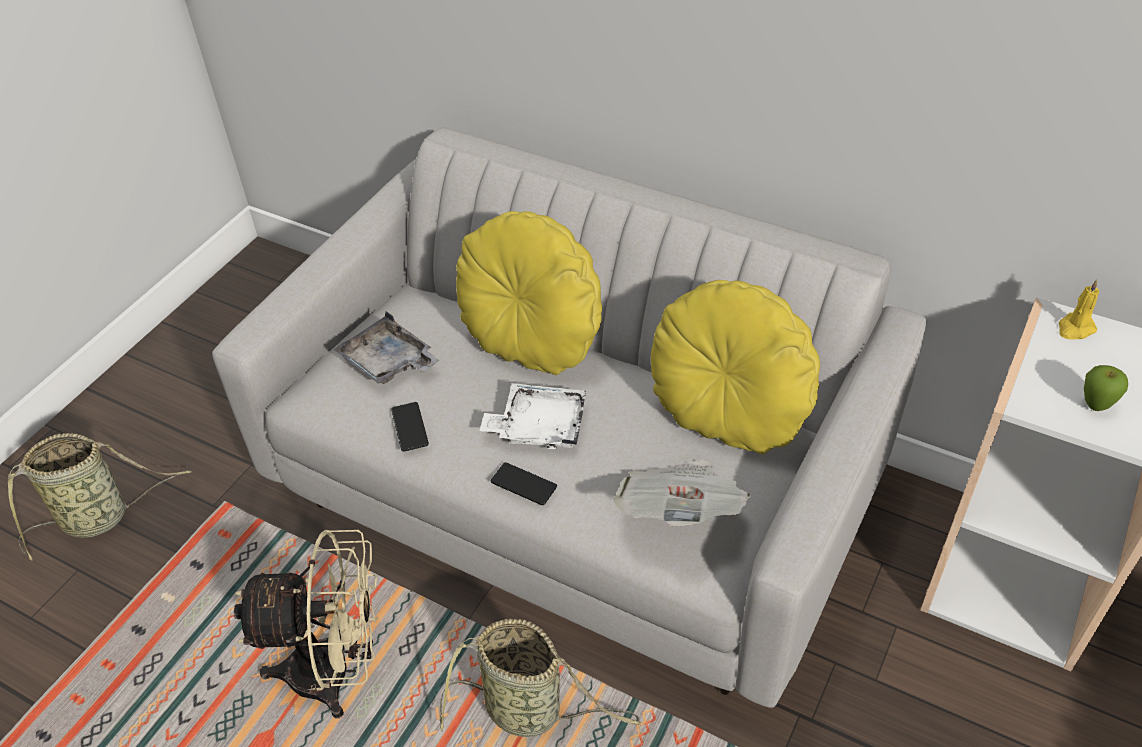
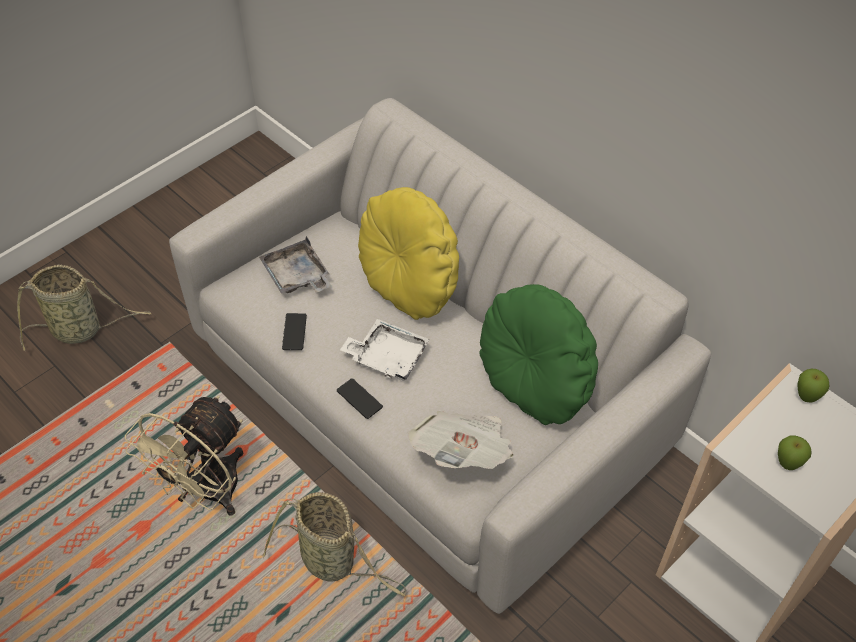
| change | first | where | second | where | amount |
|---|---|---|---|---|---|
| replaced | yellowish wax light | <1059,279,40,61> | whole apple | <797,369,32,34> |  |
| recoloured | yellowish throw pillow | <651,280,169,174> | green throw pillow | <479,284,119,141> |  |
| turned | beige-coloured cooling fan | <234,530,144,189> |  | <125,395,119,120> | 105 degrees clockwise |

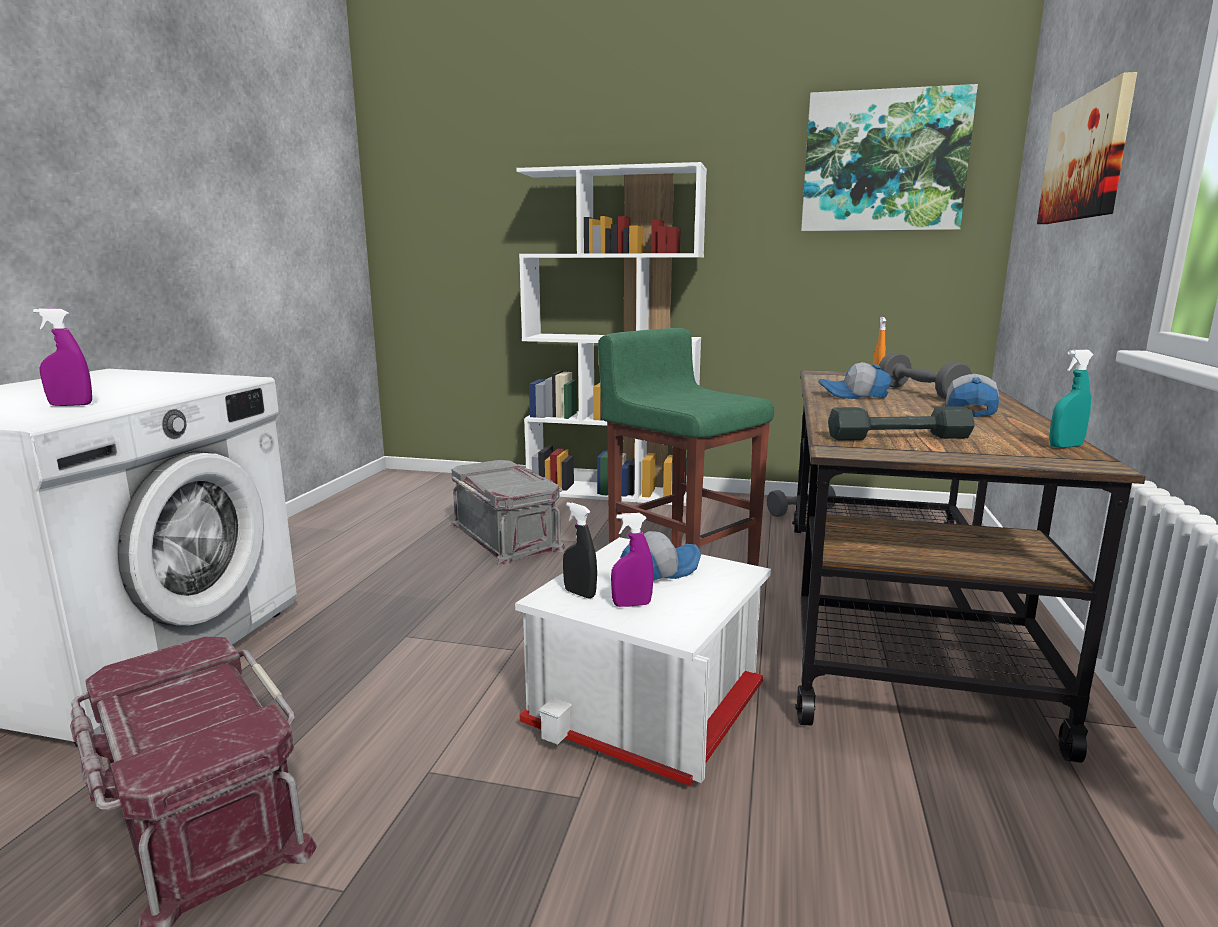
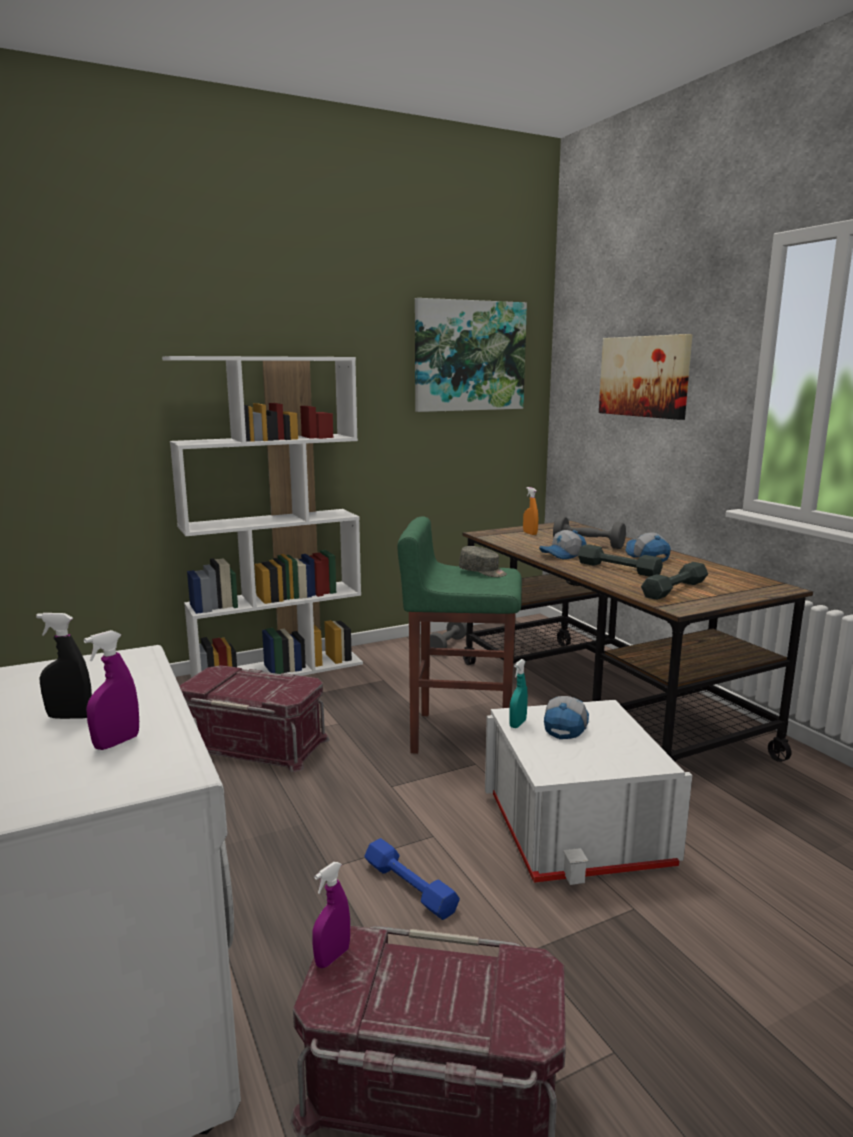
| change | first | where | second | where | amount |
|---|---|---|---|---|---|
| moved | turquoise sprayer | <1049,350,45,98> |  | <509,659,19,69> |  |
| recoloured | gray storage box | <450,460,116,105> | reddish storage box | <180,665,150,107> |  |
| moved | blackish sprayer | <563,502,34,97> |  | <36,613,56,106> |  |
| moved | purplish sprayer | <611,513,43,94> |  | <312,862,38,106> |  |
| added |  |  | gray free weight | <578,544,85,33> |  |
| added |  |  | gray baseball cap | <459,546,48,31> |  |
| added |  |  | bluish free weight | <364,838,96,82> |  |

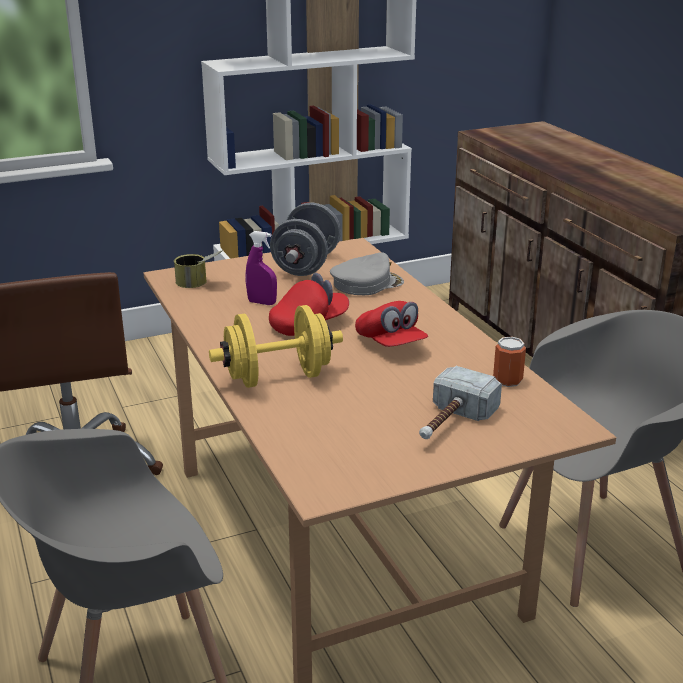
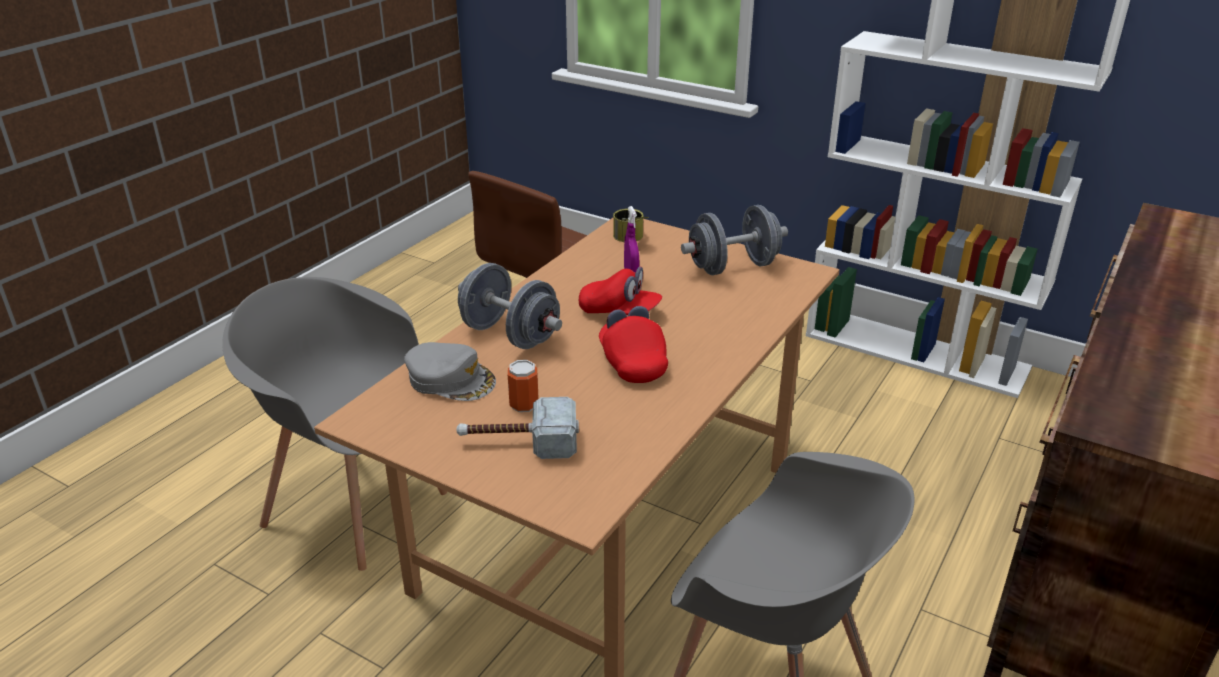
| change | first | where | second | where | amount |
|---|---|---|---|---|---|
| moved | gray baseball cap | <330,252,74,43> |  | <404,342,92,59> |  |
| turned | reddish baseball cap | <355,301,73,46> |  | <599,306,69,77> | 135 degrees clockwise |
| recoloured | yellowish free weight | <209,305,134,83> | gray free weight | <458,263,104,86> |  |
| moved | metal can | <493,336,33,51> |  | <508,360,31,52> |  |

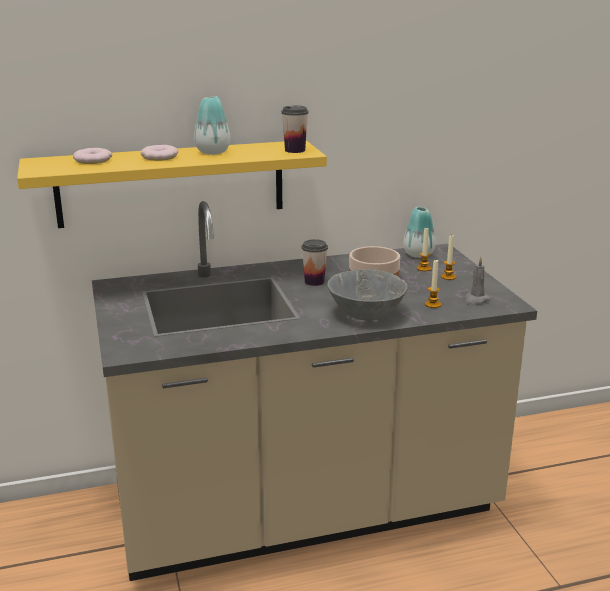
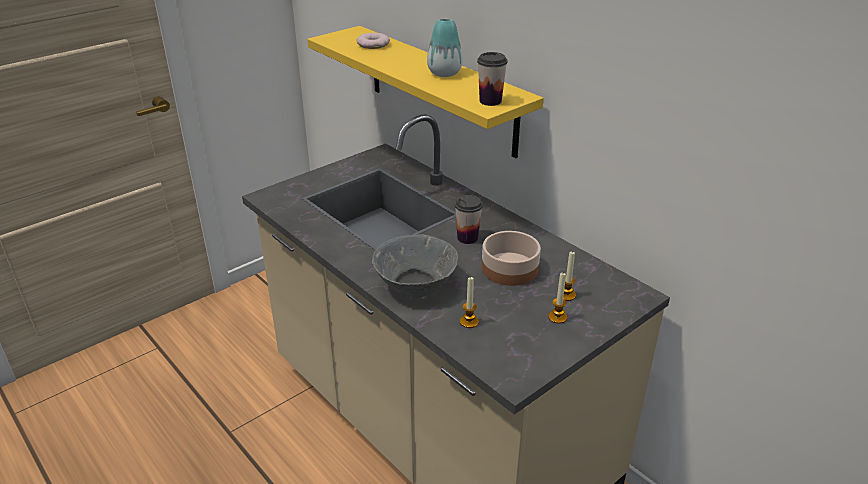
| change | first | where | second | where | amount |
|---|---|---|---|---|---|
| removed | ring doughnut | <141,145,37,16> |  |  |  |
| removed | decorative vase | <404,207,32,51> |  |  |  |
| removed | gray wax light | <464,257,26,48> |  |  |  |

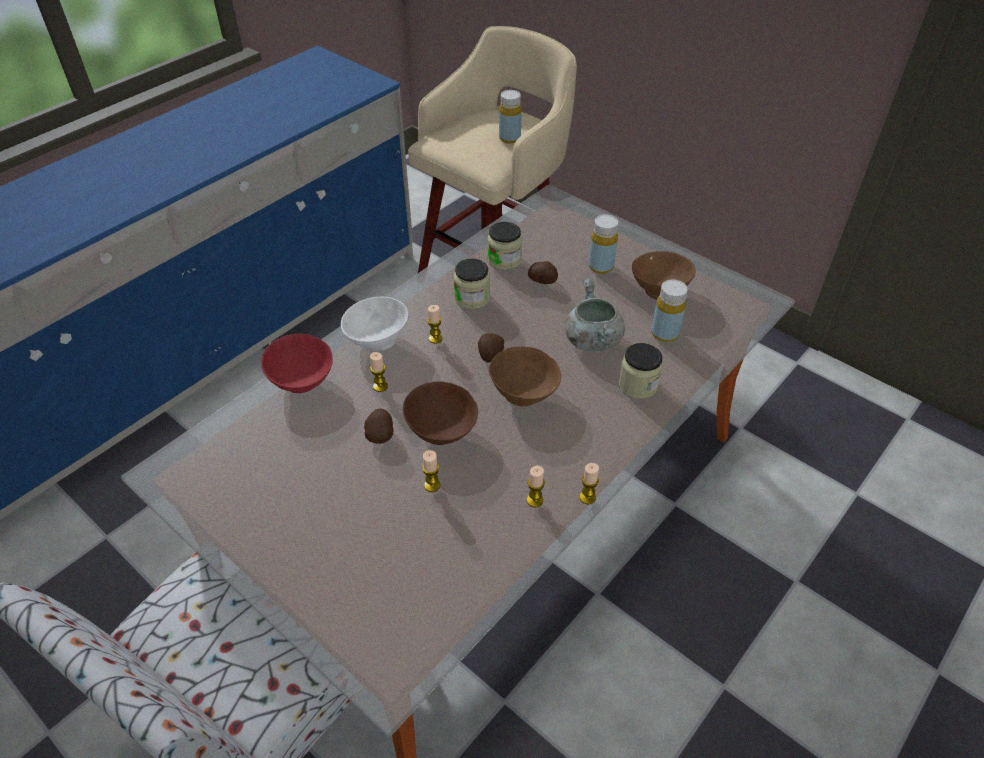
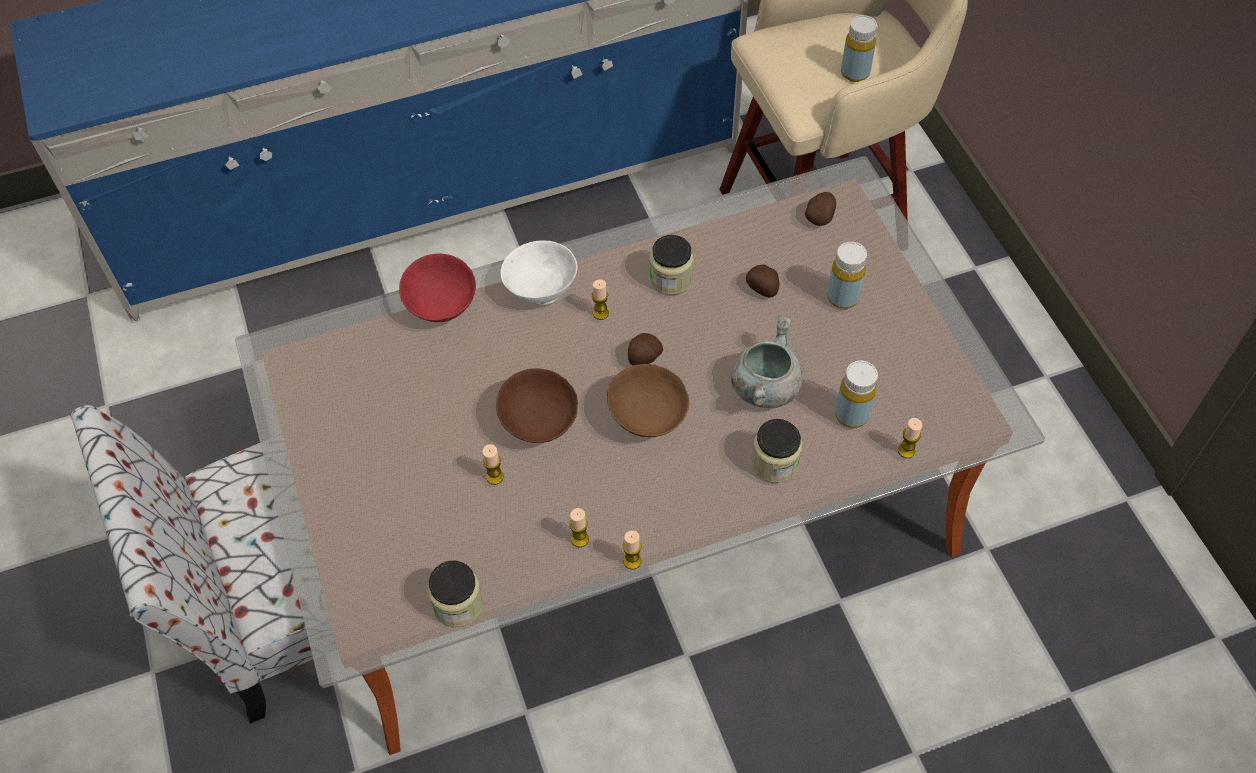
| change | first | where | second | where | amount |
|---|---|---|---|---|---|
| moved | jar | <487,222,35,48> |  | <428,561,55,66> |  |
| removed | brown-coloured bowl | <632,251,64,49> |  |  |  |
| moved | wax light | <370,352,18,40> |  | <898,418,24,40> |  |
| moved | potato | <364,408,29,36> |  | <805,192,31,34> |  |

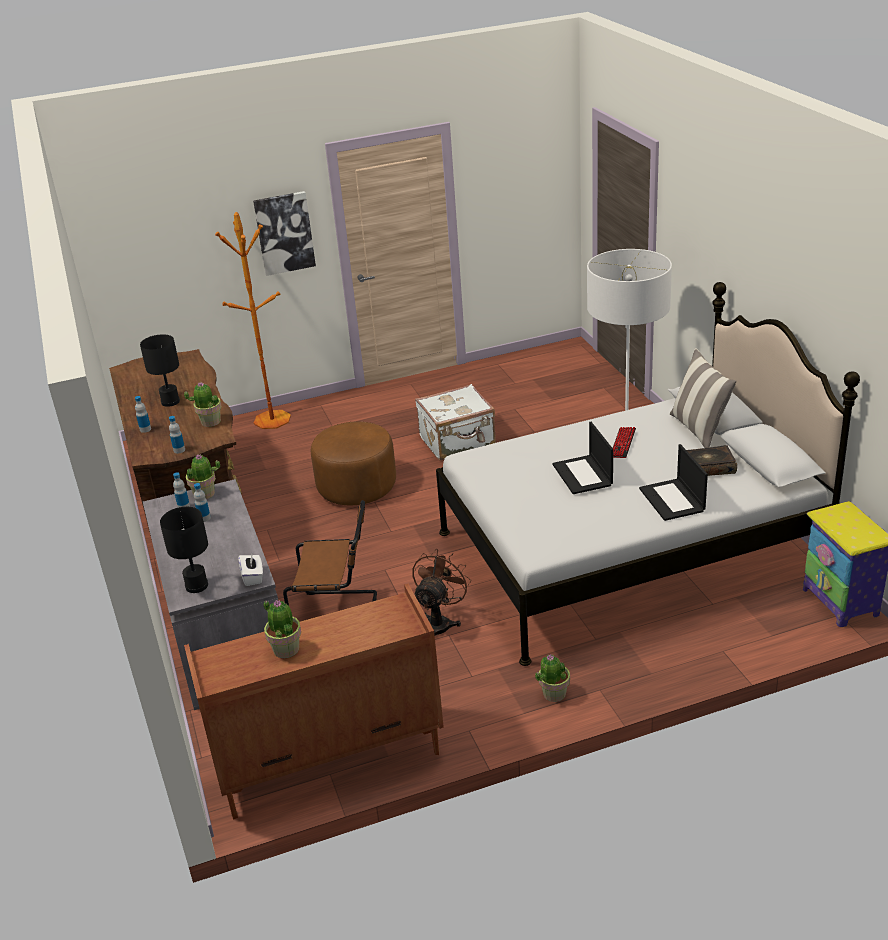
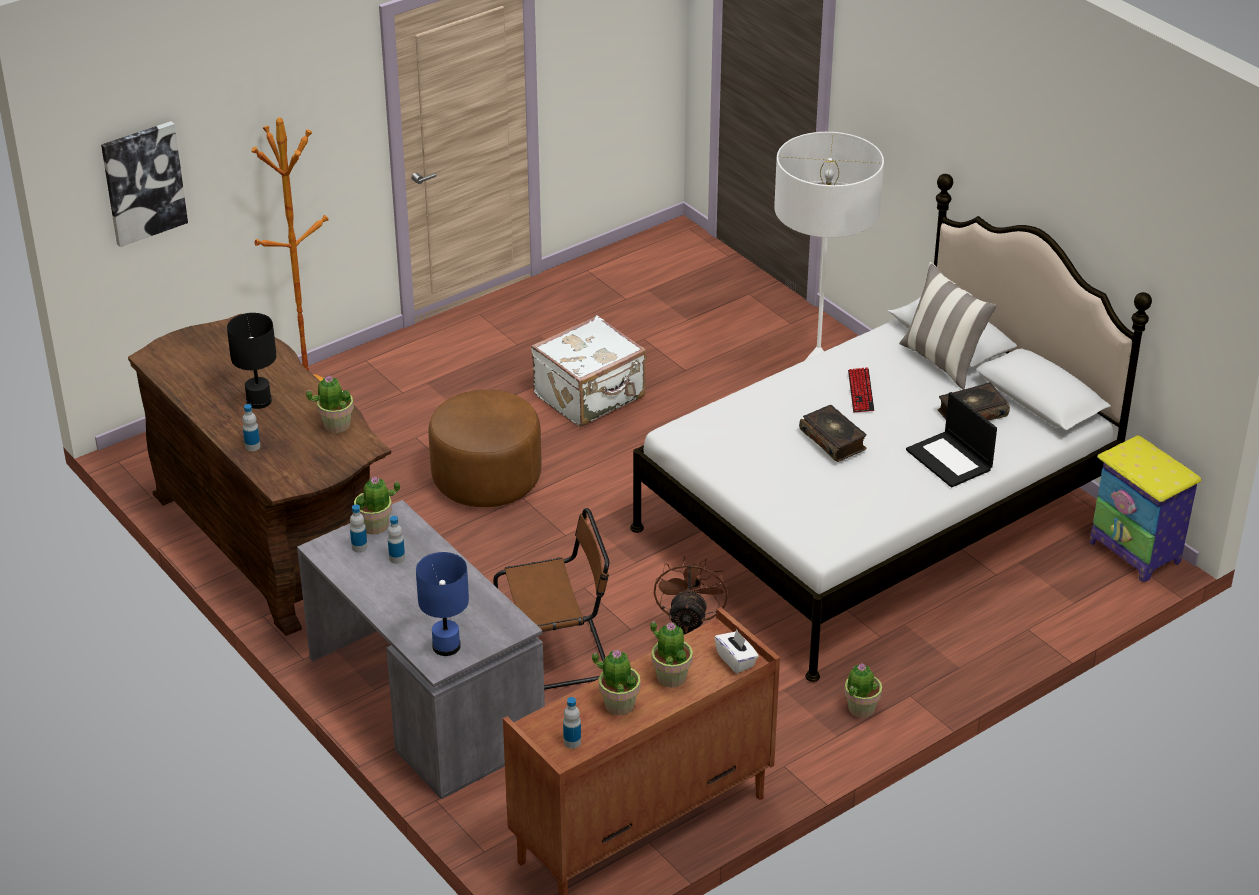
| change | first | where | second | where | amount |
|---|---|---|---|---|---|
| moved | wall picture | <253,191,63,85> |  | <101,121,87,126> |  |
| moved | drink bottle | <169,416,16,38> |  | <563,697,18,52> |  |
| replaced | laptop | <552,422,61,72> | book | <799,405,67,57> |  |
| recoloured | blackish tabletop lamp | <160,507,48,86> | bluish tabletop lamp | <416,552,53,104> |  |
| moved | whitish tissue box | <238,555,25,31> |  | <715,629,44,44> |  |
| added |  |  | houseplant | <650,621,43,67> |  |

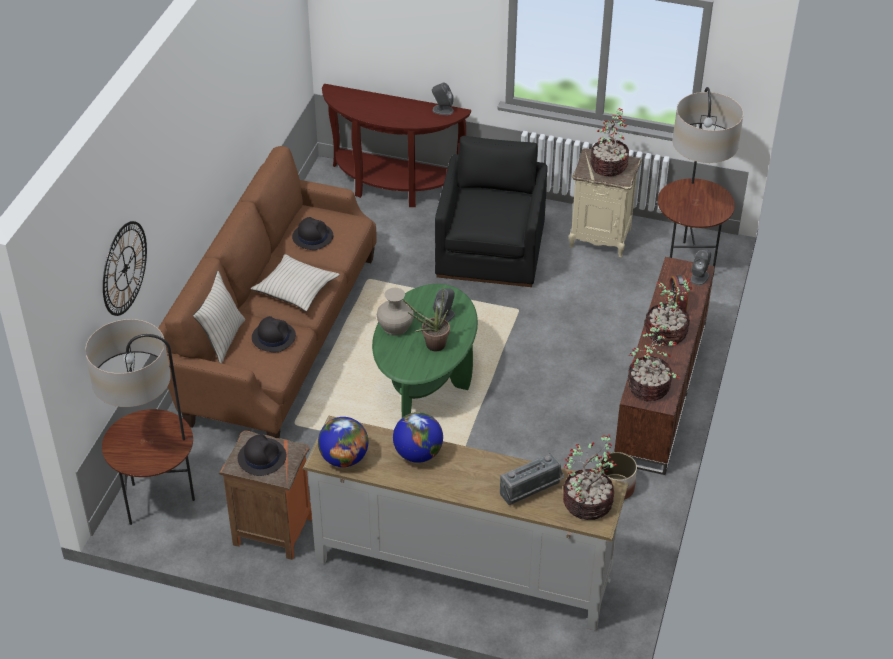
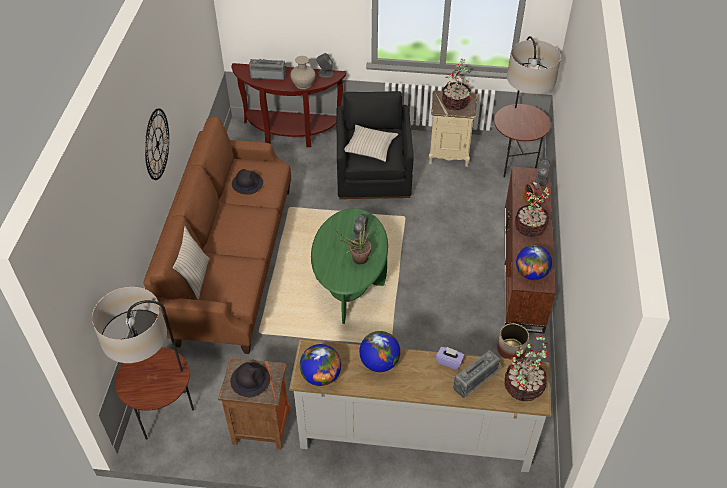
| change | first | where | second | where | amount |
|---|---|---|---|---|---|
| moved | clock on the wall | <103,221,44,95> |  | <145,108,24,72> |  |
| moved | beige-coloured throw pillow | <251,254,89,57> |  | <344,125,54,37> |  |
| moved | beige-coloured decorative vase | <377,288,37,47> |  | <290,56,25,33> |  |
| removed | blackish hat | <252,316,44,36> |  |  |  |
| replaced | houseplant | <628,324,51,77> | desk globe | <516,245,36,35> |  |
| added |  |  | radio | <249,59,38,21> |  |
| added |  |  | purplish tissue box | <436,347,29,23> |  |

